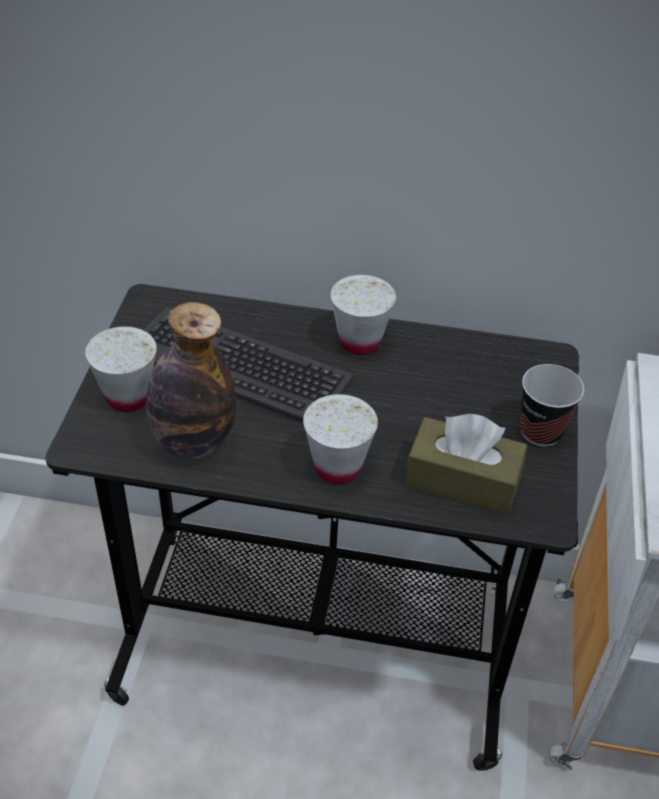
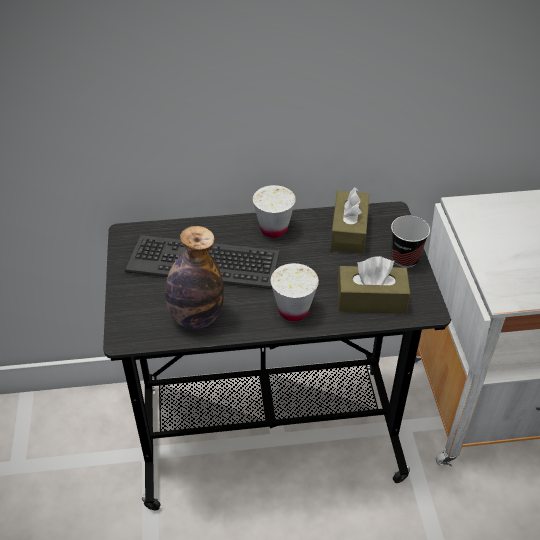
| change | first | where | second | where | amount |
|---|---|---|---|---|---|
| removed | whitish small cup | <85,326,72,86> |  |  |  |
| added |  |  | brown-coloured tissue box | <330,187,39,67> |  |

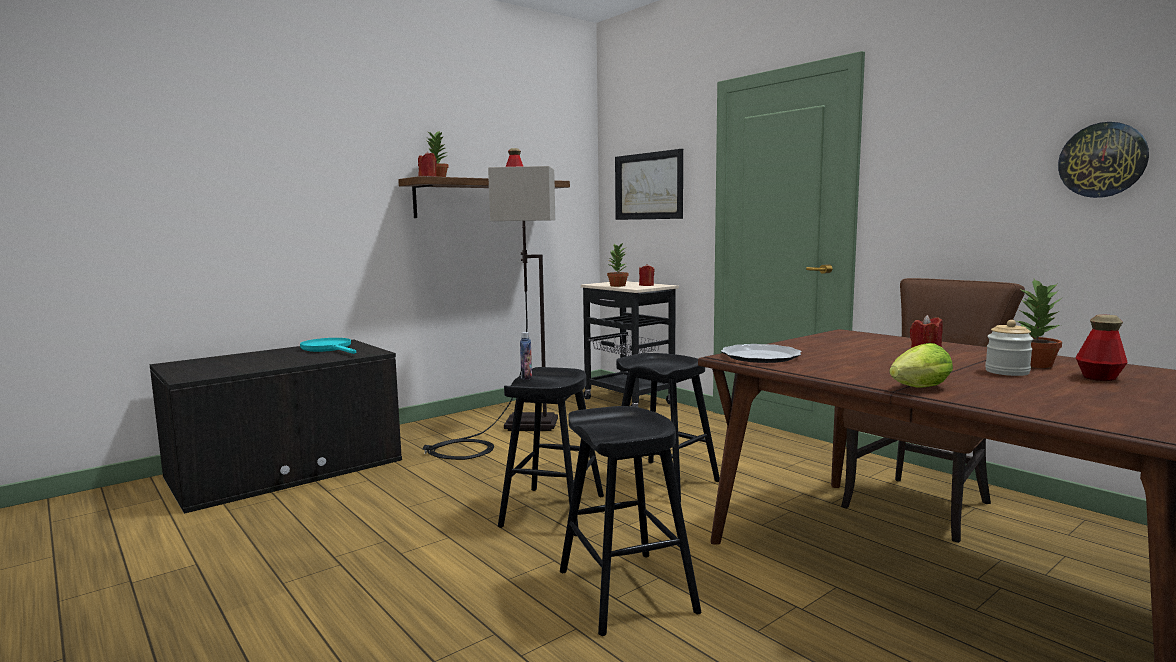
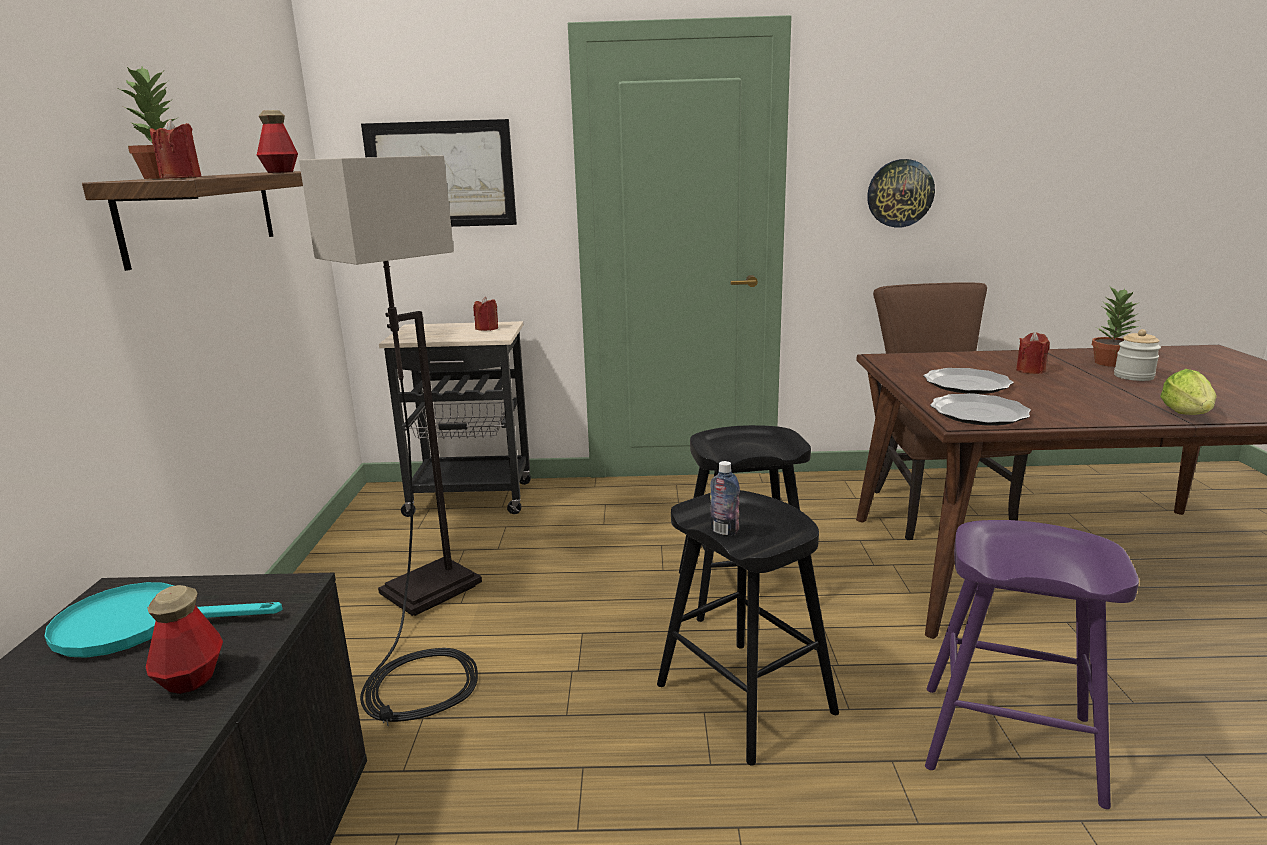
| change | first | where | second | where | amount |
|---|---|---|---|---|---|
| moved | clock on the wall | <1058,122,91,76> |  | <867,159,68,69> |  |
| removed | houseplant | <607,242,21,45> |  |  |  |
| moved | drink bottle | <1076,314,52,67> |  | <146,585,77,109> |  |
| recoloured | blackish stool | <560,406,141,230> | purplish stool | <925,520,214,289> |  |
| added |  |  | dinner plate | <923,368,90,26> |  |

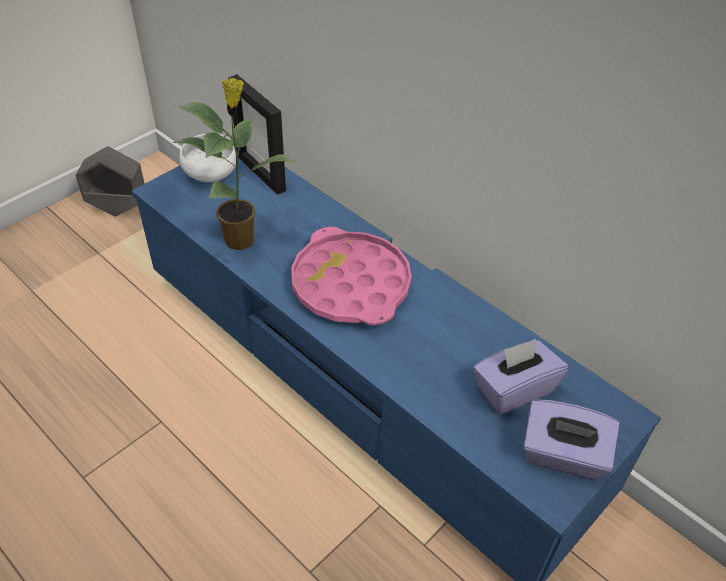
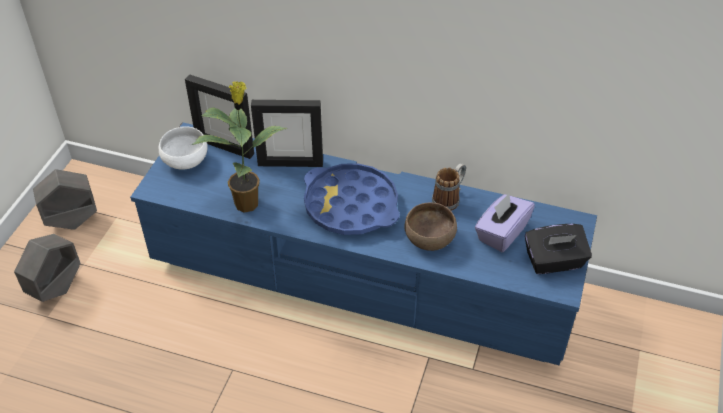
| change | first | where | second | where | amount |
|---|---|---|---|---|---|
| recoloured | pinkish carrying tray | <291,227,121,98> | bluish carrying tray | <304,163,96,72> |  |
| recoloured | purplish tissue box | <523,400,97,80> | blackish tissue box | <525,224,67,50> |  |
| added |  |  | photo frame | <251,100,72,67> |  |
| added |  |  | coffee mug | <432,163,34,48> |  |
| added |  |  | brown-coloured bowl | <404,203,53,48> |  |
| added |  |  | gray flower pot | <14,234,67,68> |  |

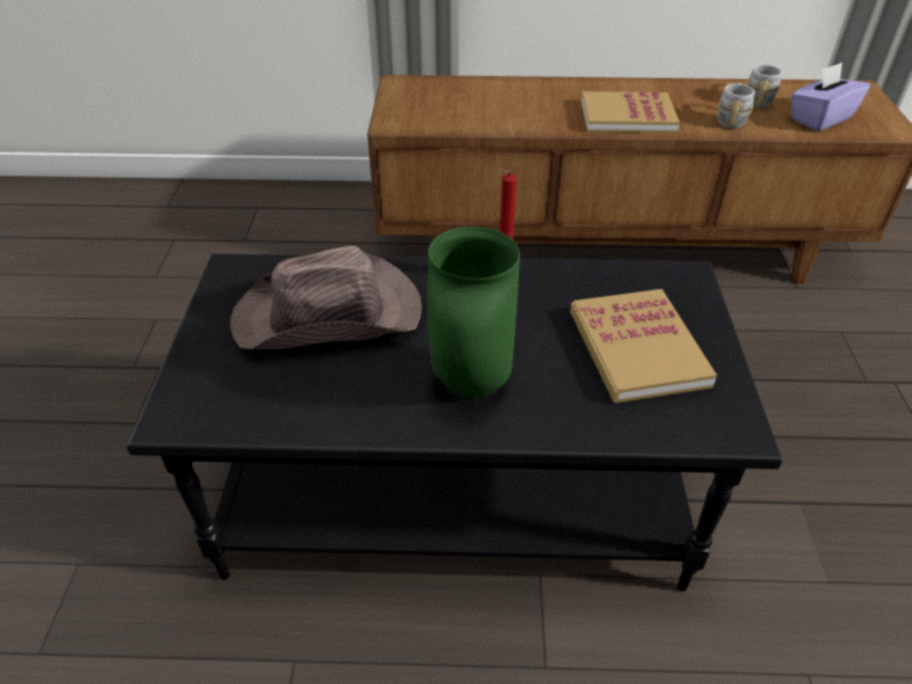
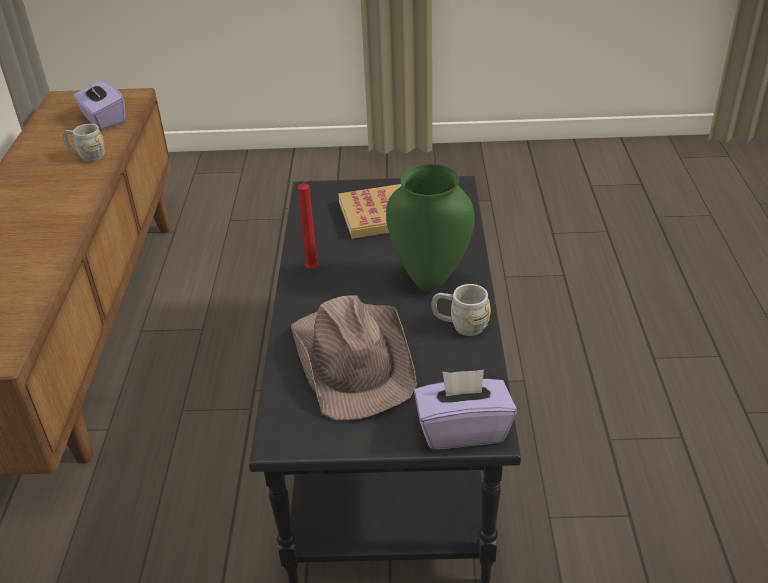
| change | first | where | second | where | amount |
|---|---|---|---|---|---|
| moved | gray coffee mug | <747,64,35,44> |  | <431,284,60,52> |  |
| removed | book | <581,91,99,42> |  |  |  |
| added |  |  | purplish tissue box | <414,369,103,80> |  |

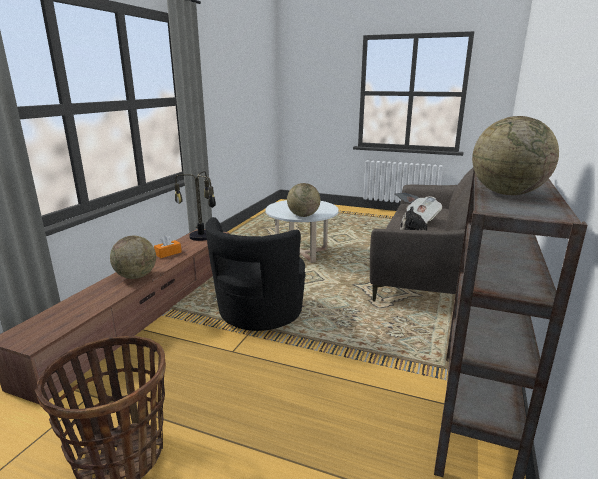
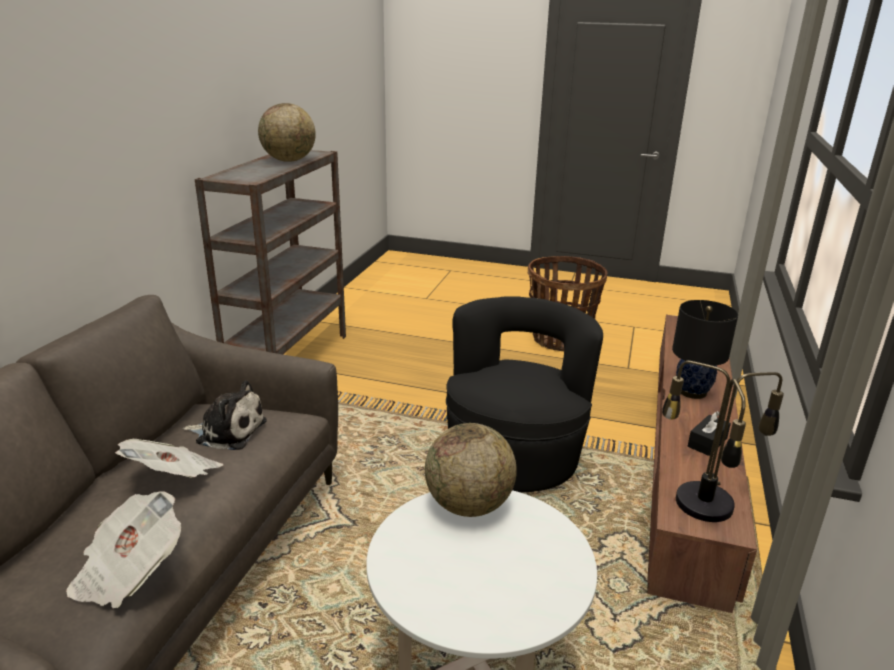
| change | first | where | second | where | amount |
|---|---|---|---|---|---|
| replaced | desk globe | <110,235,46,44> | blackish tabletop lamp | <672,300,66,99> |  |
| recoloured | orange tissue box | <154,235,28,23> | blackish tissue box | <688,411,43,45> |  |

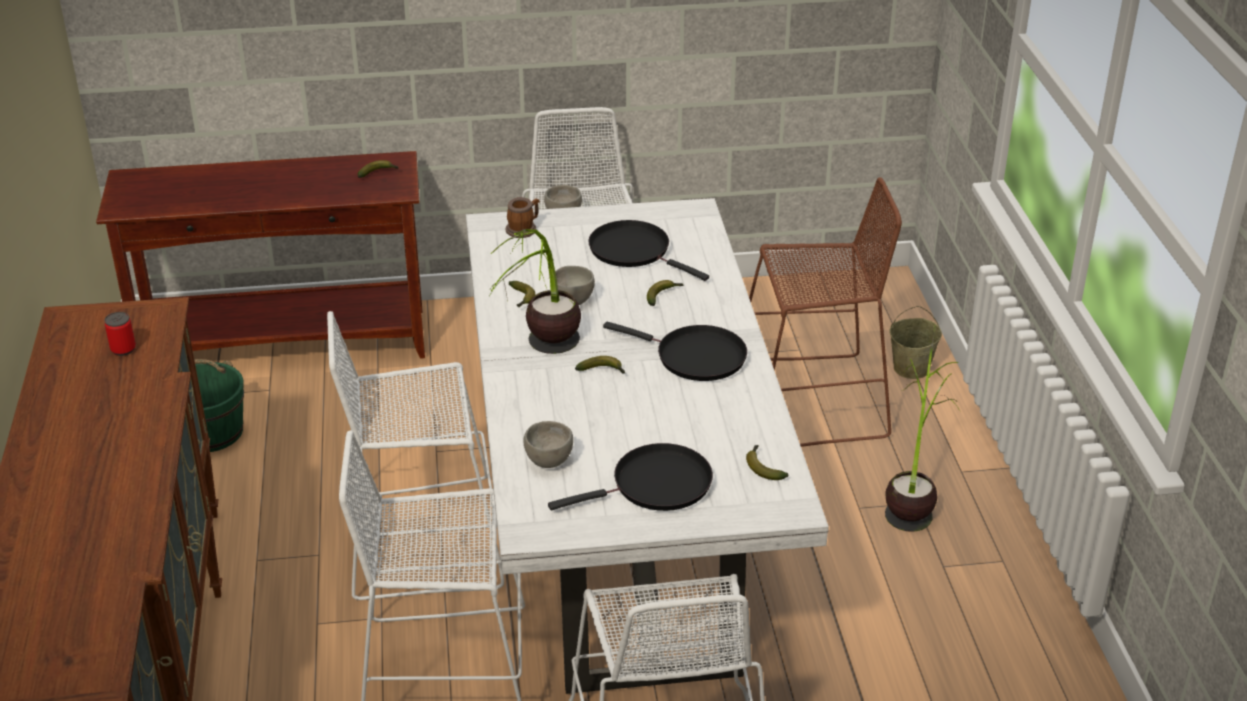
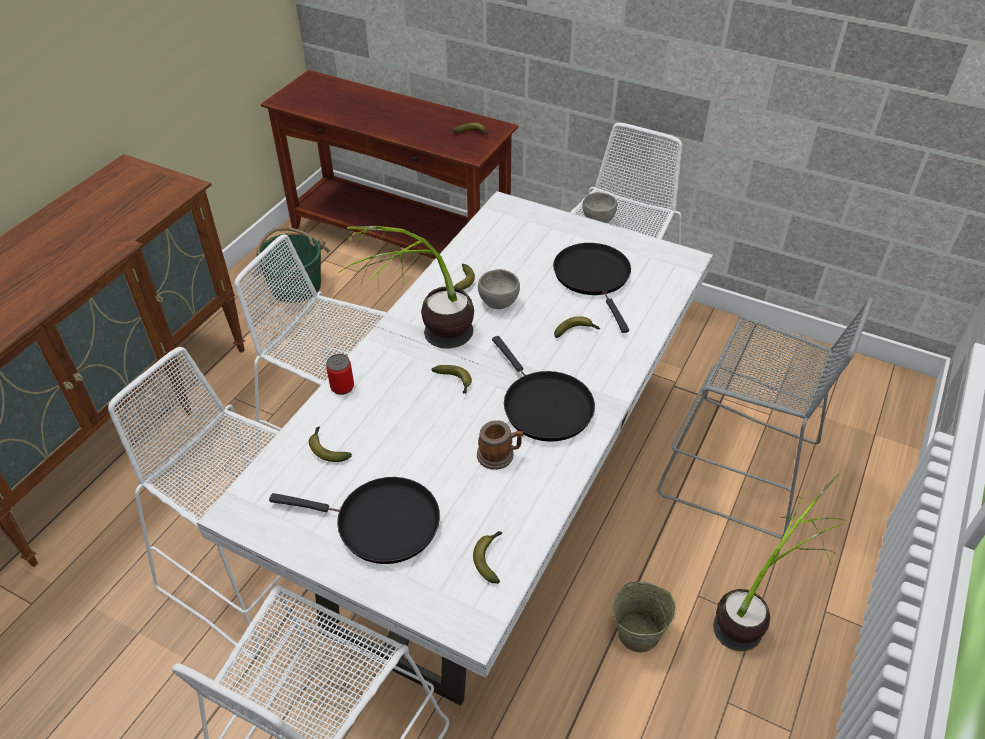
| change | first | where | second | where | amount |
|---|---|---|---|---|---|
| recoloured | brown-coloured stool | <749,177,153,270> | gray stool | <657,298,217,240> |  |
| moved | coffee mug | <506,197,34,41> |  | <477,420,47,50> |  |
| moved | beige-coloured bucket | <889,306,53,73> |  | <612,582,64,70> |  |
| moved | metal can | <105,312,31,44> |  | <326,354,28,41> |  |
| replaced | gray bowl | <523,421,50,47> | banana fruit | <309,426,43,36> |  |

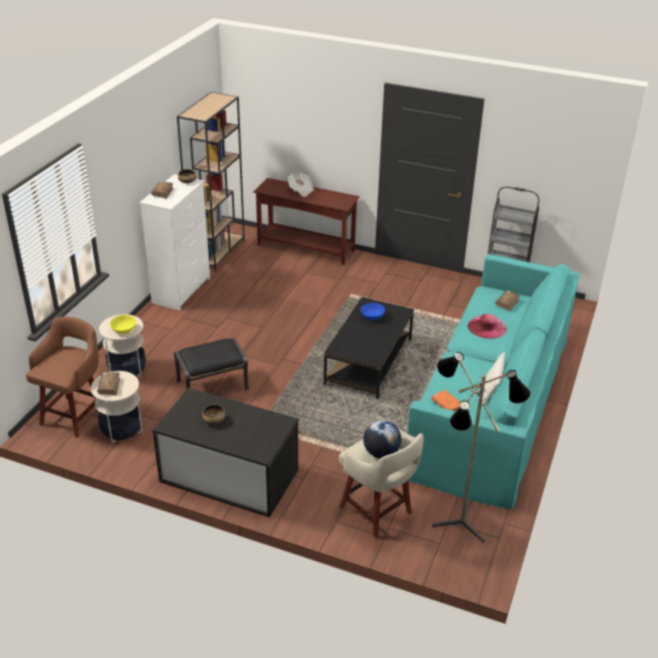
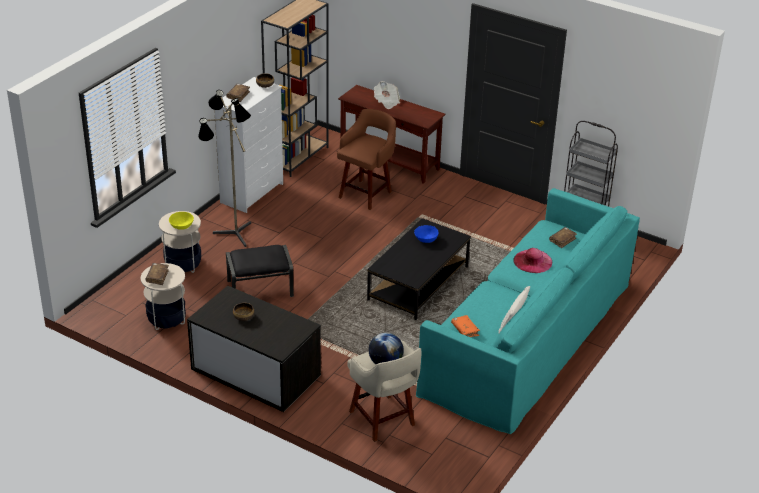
| change | first | where | second | where | amount |
|---|---|---|---|---|---|
| moved | brown-coloured stool | <26,317,73,121> |  | <337,109,59,101> |  |
| moved | standing lamp | <432,352,99,191> |  | <198,90,53,157> |  |

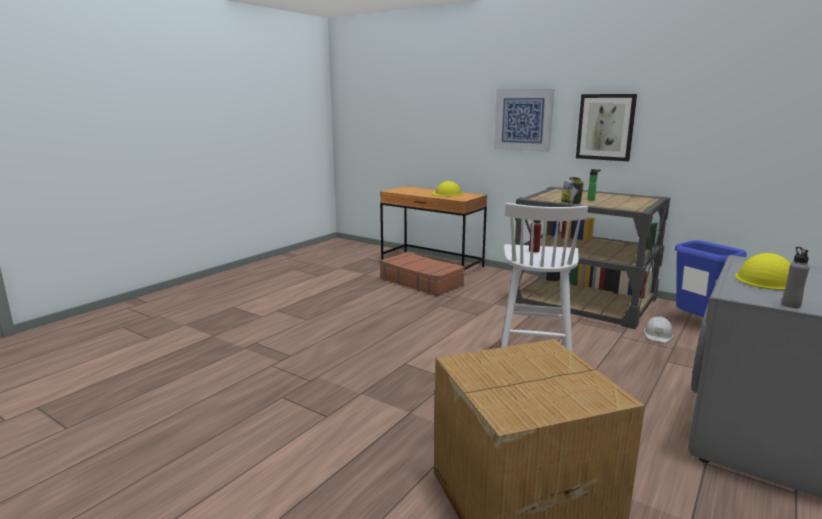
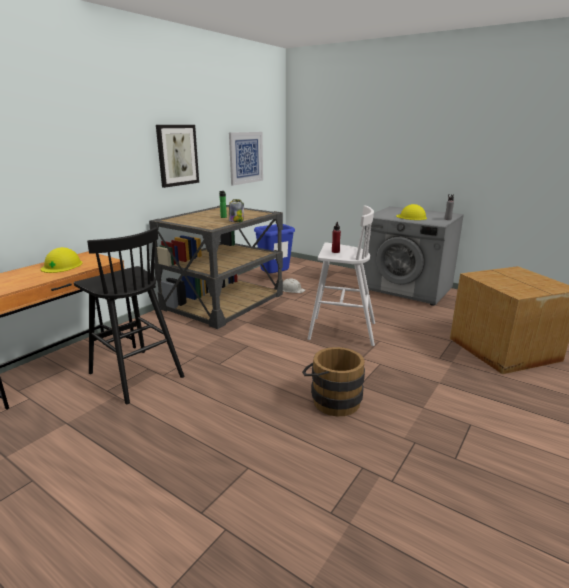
| change | first | where | second | where | amount |
|---|---|---|---|---|---|
| moved | wall picture | <494,89,60,63> |  | <229,132,34,54> |  |
| replaced | brown-coloured travel case | <380,252,85,44> | blackish stool | <74,228,110,176> |  |
| added |  |  | brown-coloured bucket | <302,347,63,69> |  |

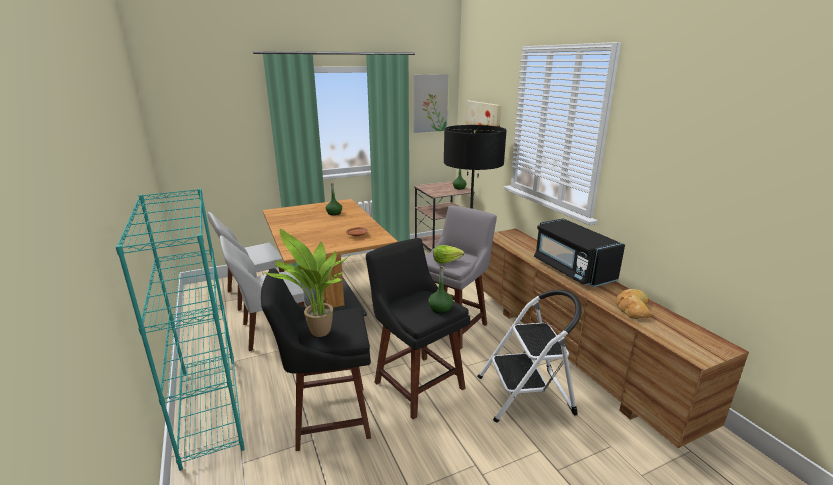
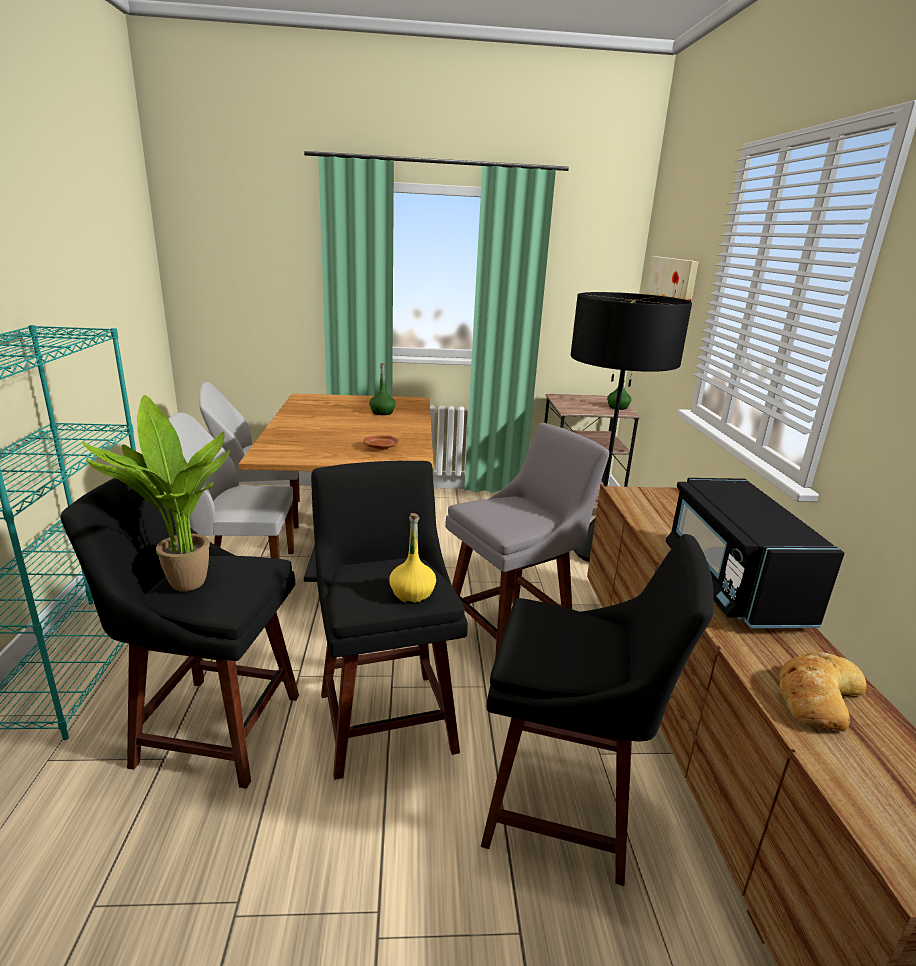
| change | first | where | second | where | amount |
|---|---|---|---|---|---|
| removed | wall picture | <413,74,35,59> |  |  |  |
| removed | head of lettuce | <433,245,31,19> |  |  |  |
| recoloured | green drink bottle | <428,266,25,47> | yellowish drink bottle | <389,513,47,91> |  |
| replaced | step stool | <477,290,105,133> | blackish stool | <481,534,233,352> |  |

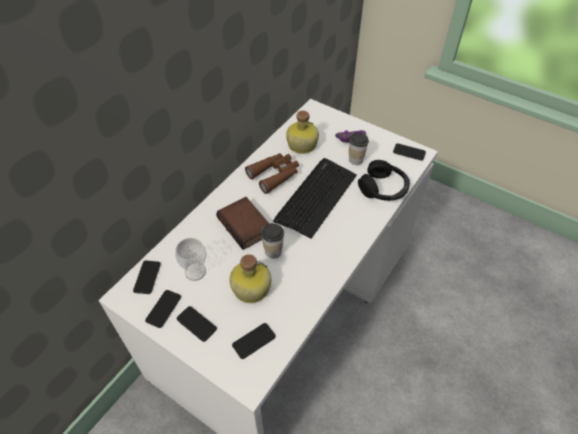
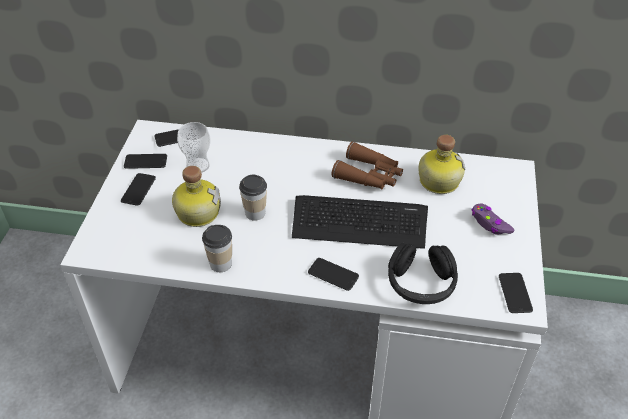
| change | first | where | second | where | amount |
|---|---|---|---|---|---|
| moved | small cup | <349,132,20,33> |  | <202,225,30,47> |  |
| removed | book | <216,197,53,53> |  |  |  |
| moved | handset | <232,323,44,36> |  | <308,258,51,33> |  |

